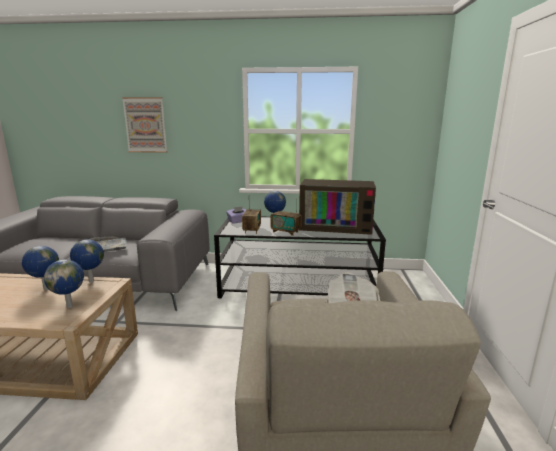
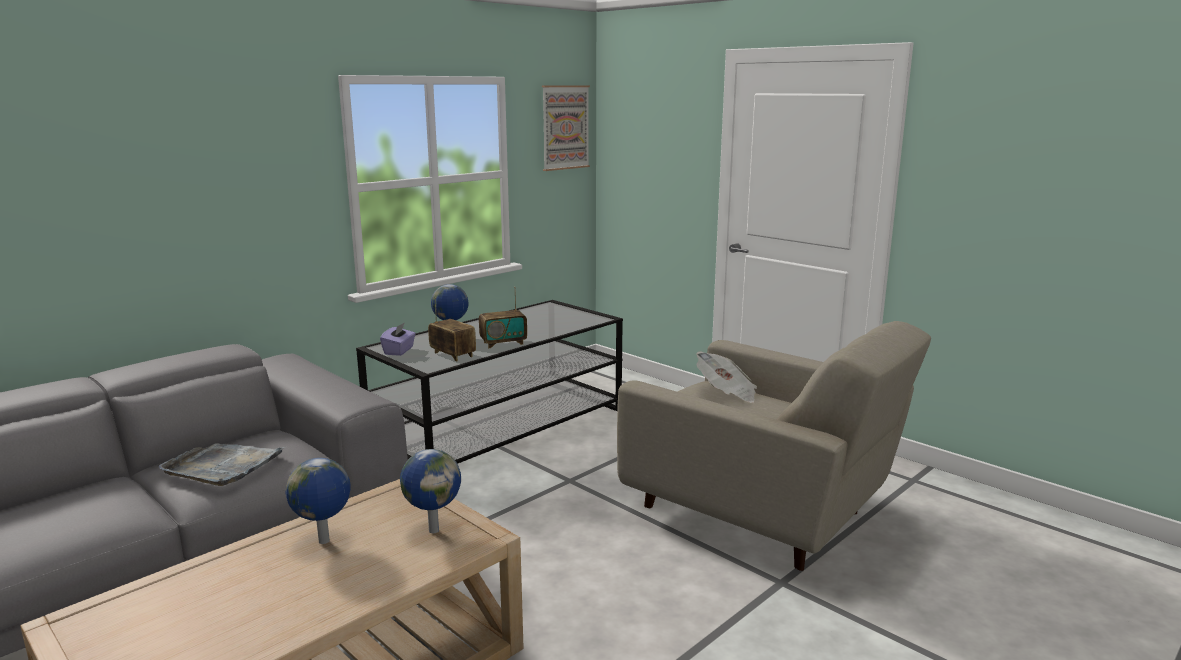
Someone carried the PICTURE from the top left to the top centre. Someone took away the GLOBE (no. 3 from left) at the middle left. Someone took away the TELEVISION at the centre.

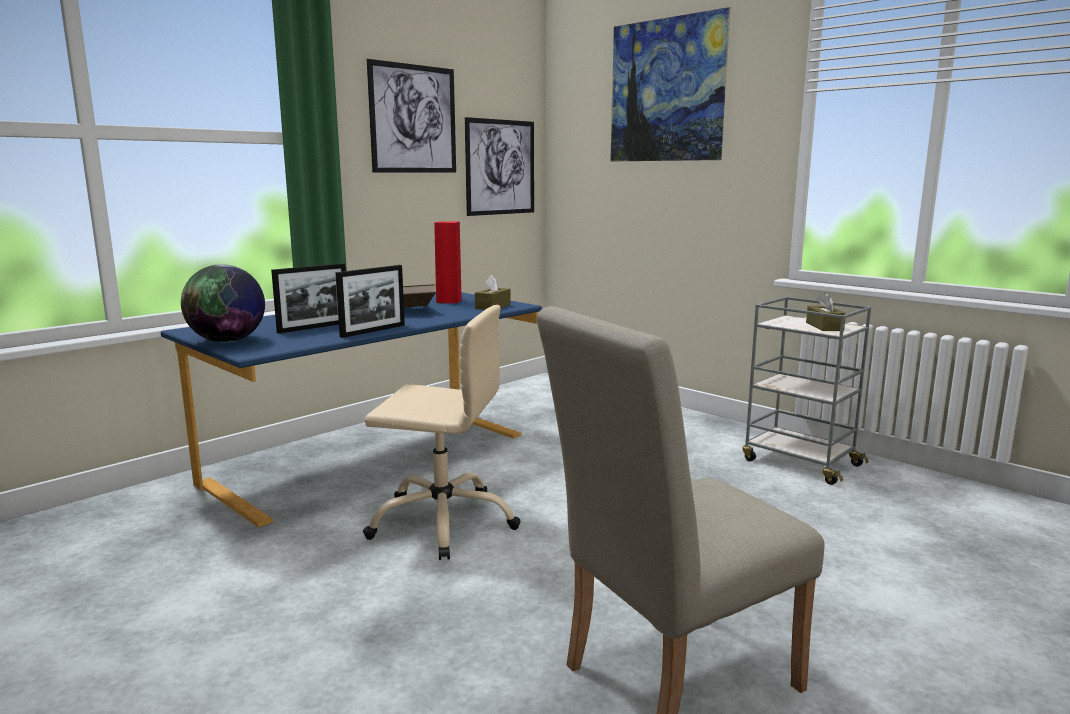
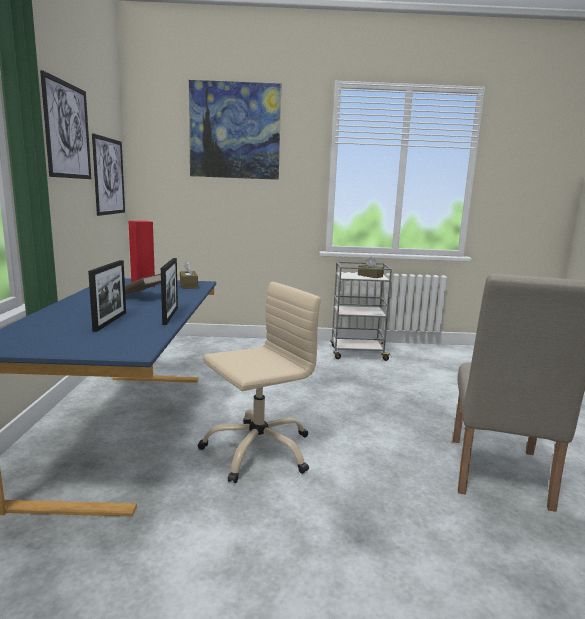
Someone took away the GLOBE at the middle left.

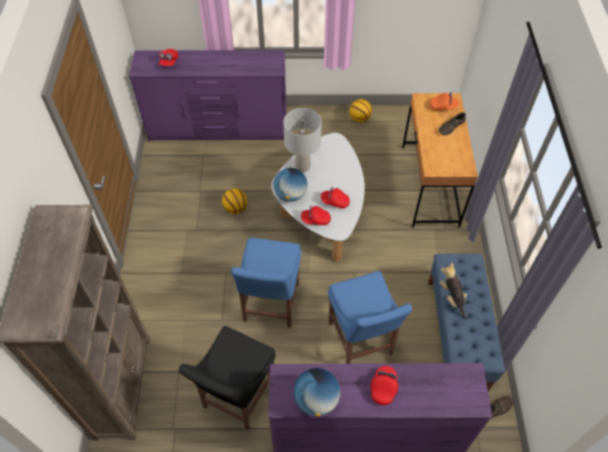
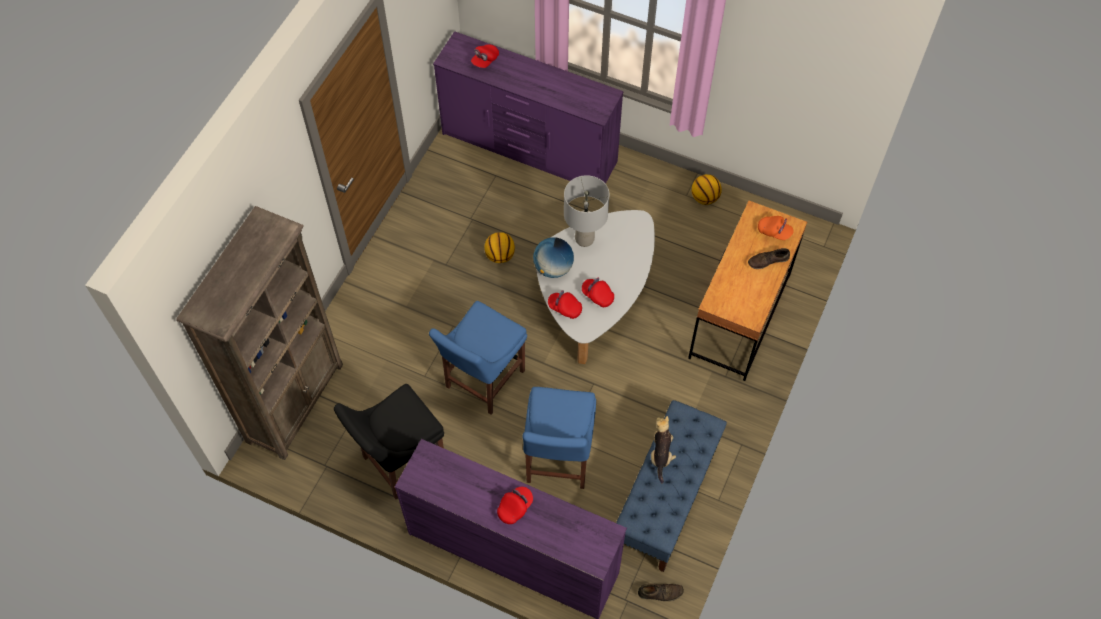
Someone took away the GLOBE (no. 2 from left) at the bottom centre.

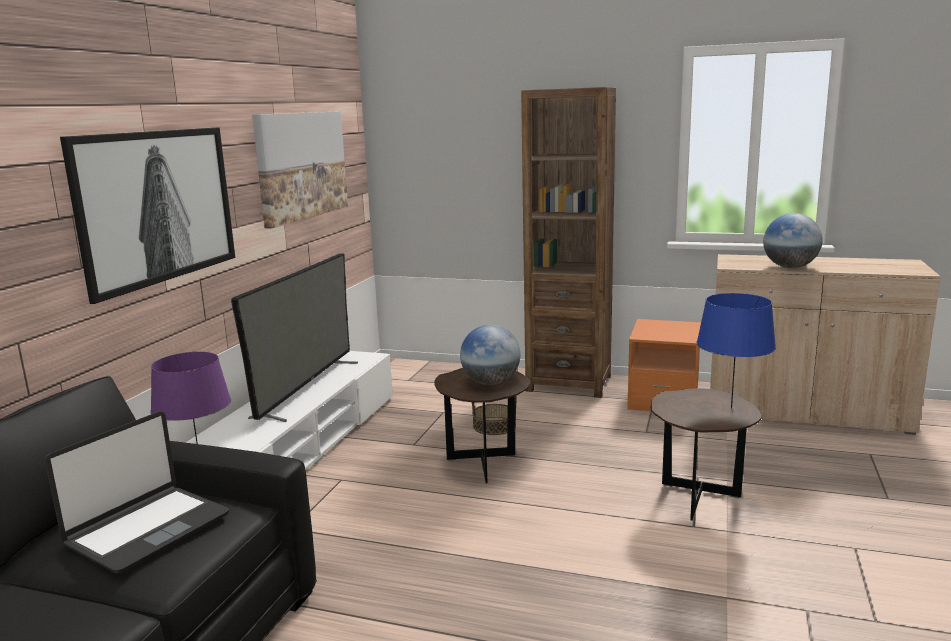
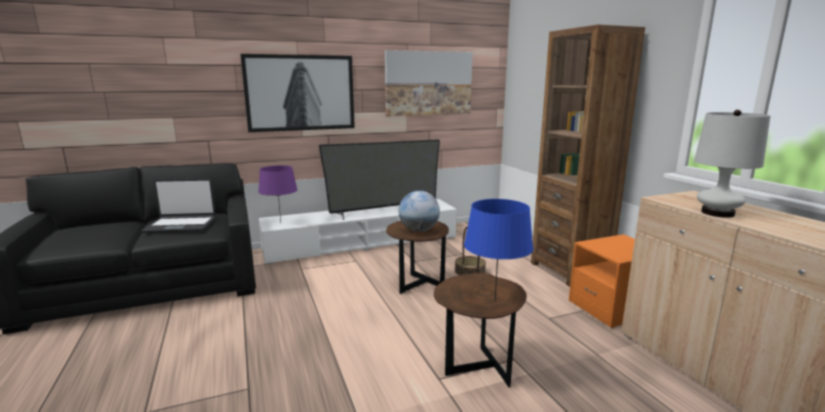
Someone swapped the GLOBE (no. 2 from left) at the middle right for the WHITE TABLE LAMP at the middle right.

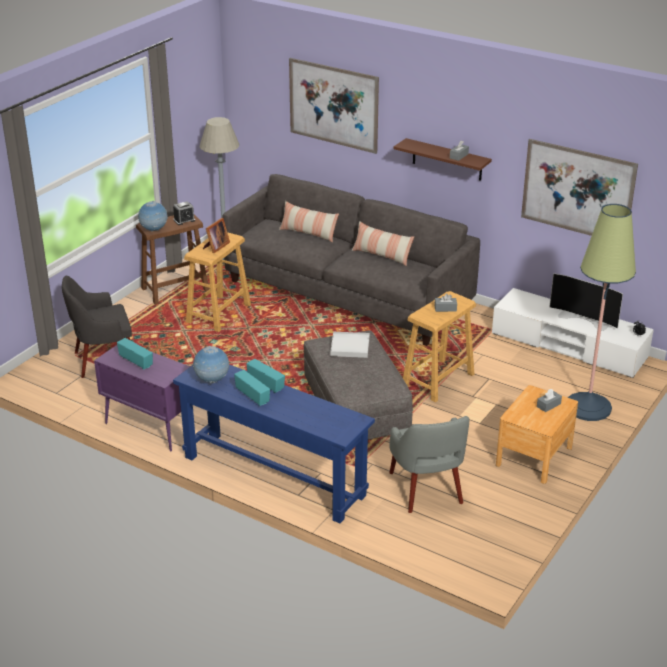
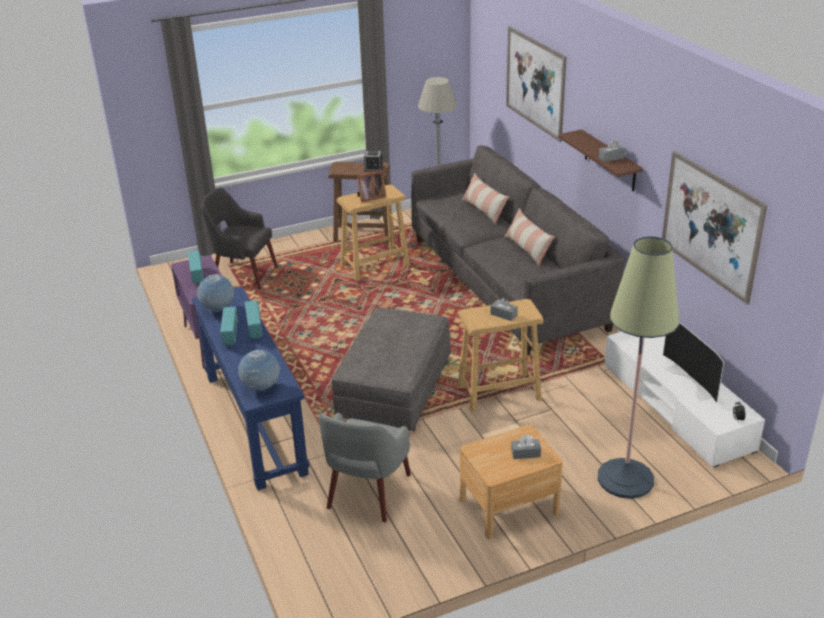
Someone carried the GLOBE (no. 1 from left in the first image) from the top left to the middle left. Someone took away the WHITE TRAY at the centre.

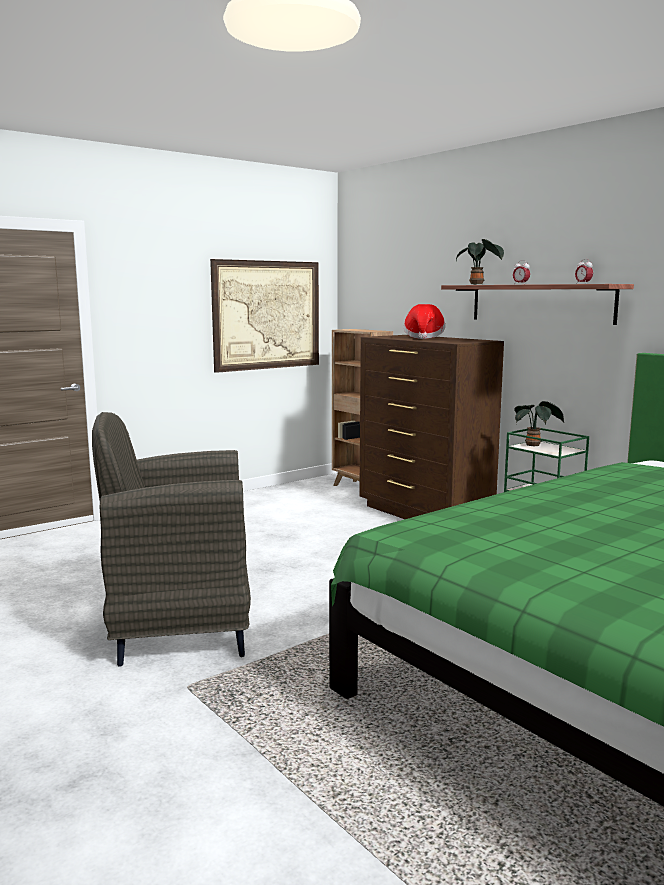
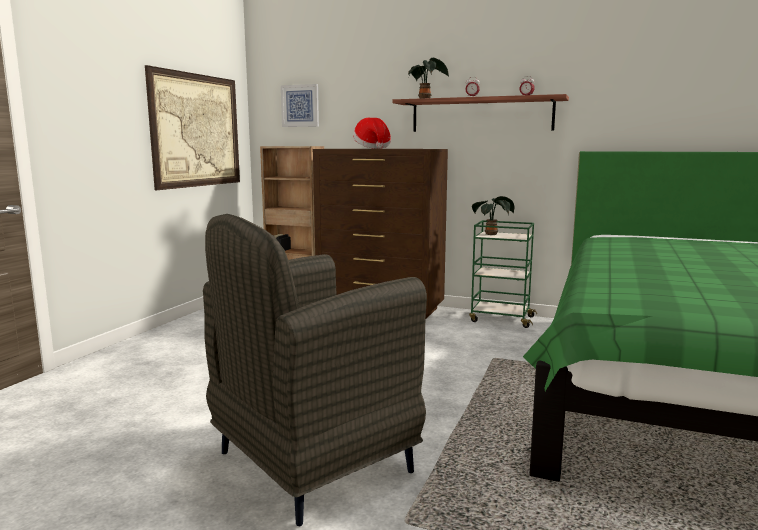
Someone put up the PICTURE (no. 2 from left) at the top centre.

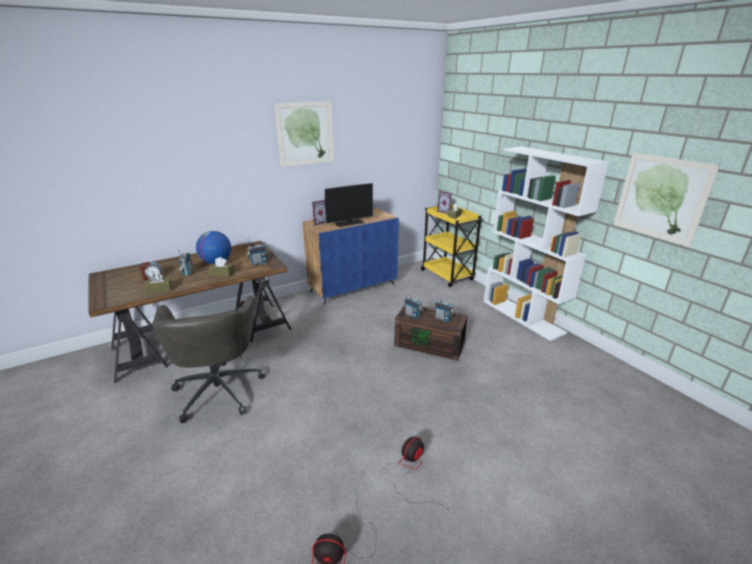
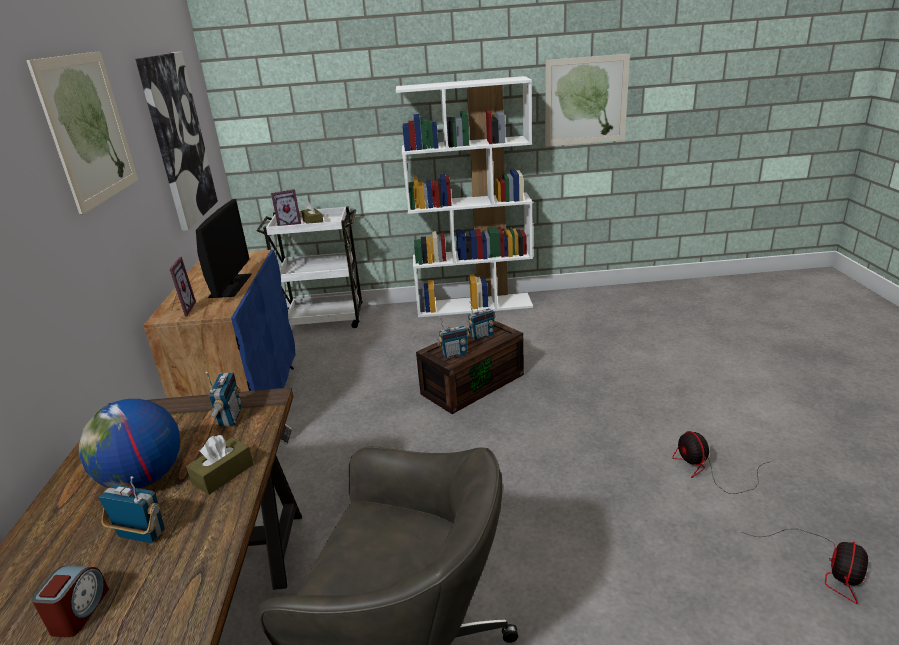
Someone put up the PICTURE (no. 2 from left) at the top left. Someone repainted the YELLOW CART at the centre, which became the WHITE CART at the centre. Someone took away the BROWN TISSUE BOX (no. 1 from left) at the middle left.

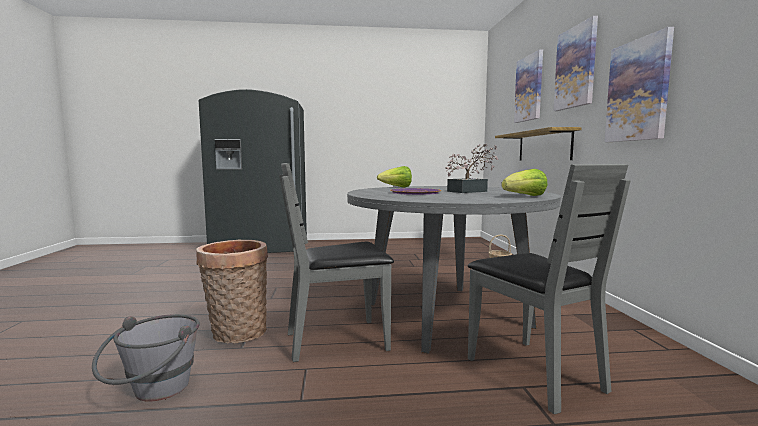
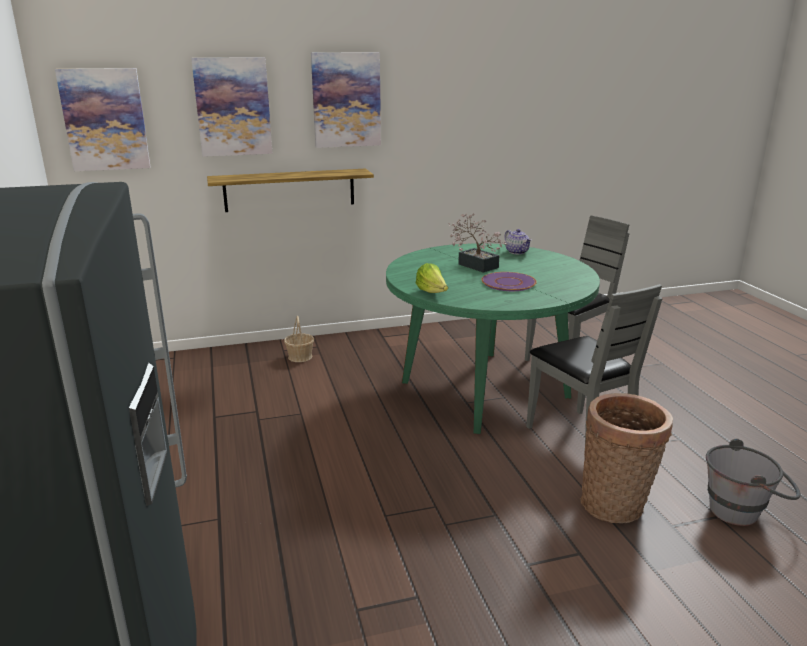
Someone carried the PICTURE (no. 3 from left in the first image) from the top right to the top left. Someone repainted the GREY DINING TABLE at the centre, which became the GREEN DINING TABLE at the centre. Someone swapped the LETTUCE (no. 2 from left) at the middle right for the TEAPOT at the centre.

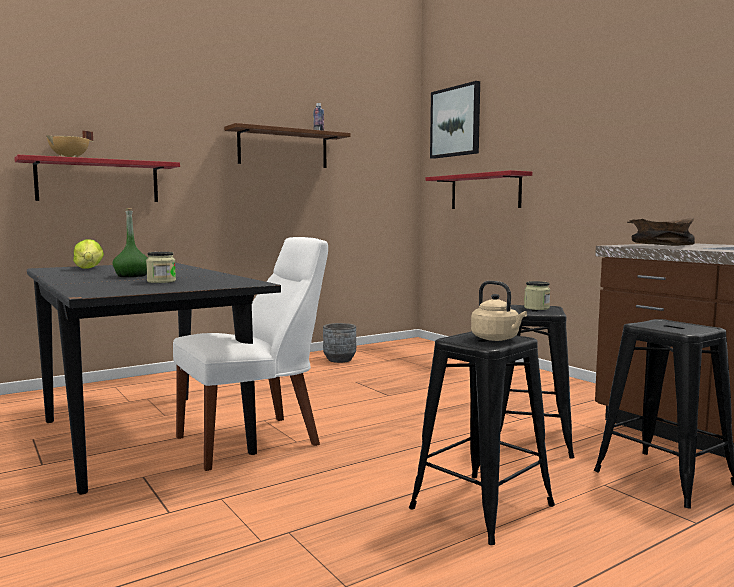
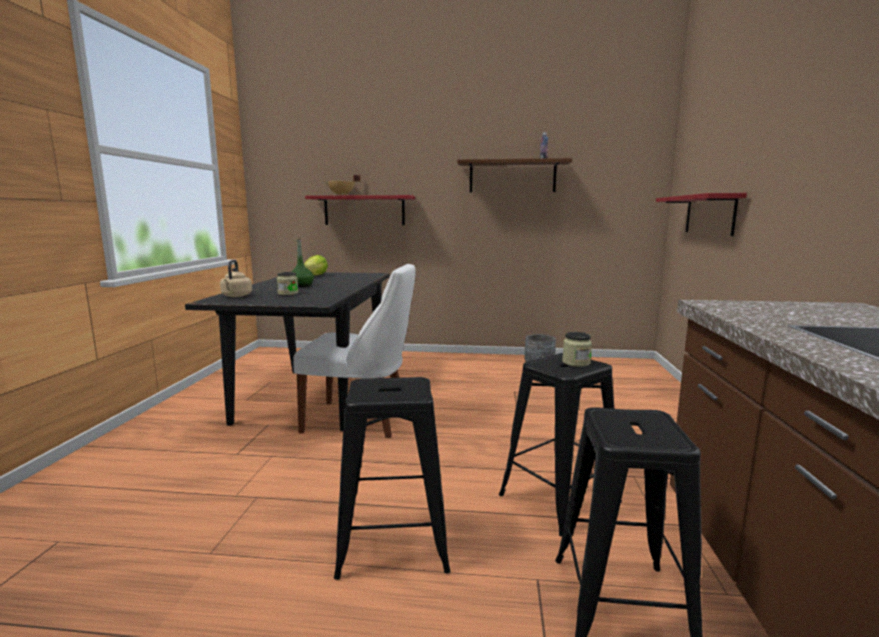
Someone carried the BEIGE KETTLE from the middle right to the middle left. Someone took away the PICTURE at the top centre. Someone took away the BROWN BOWL at the middle right.

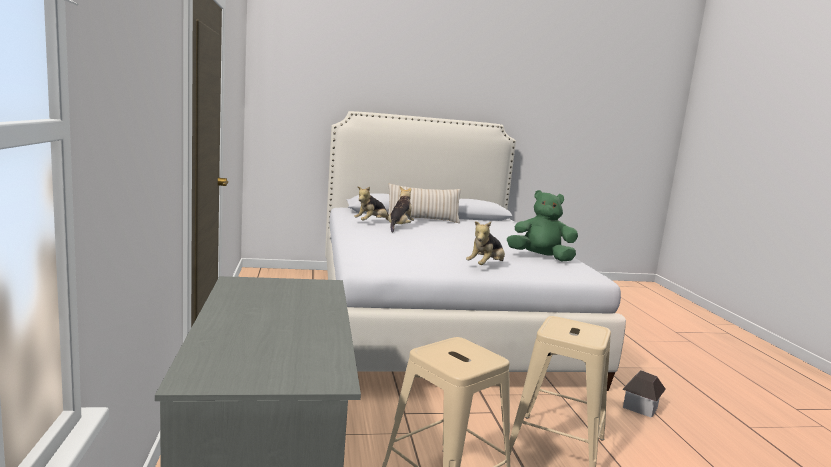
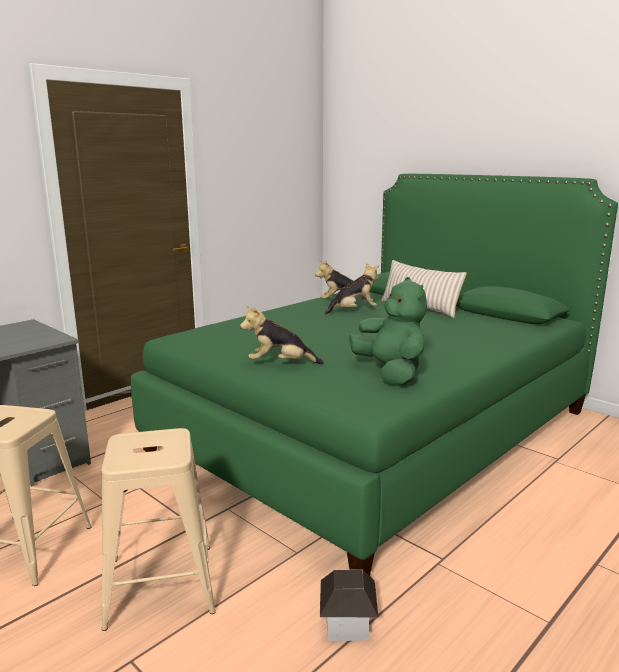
Someone repainted the WHITE BED at the centre, which became the GREEN BED at the centre.

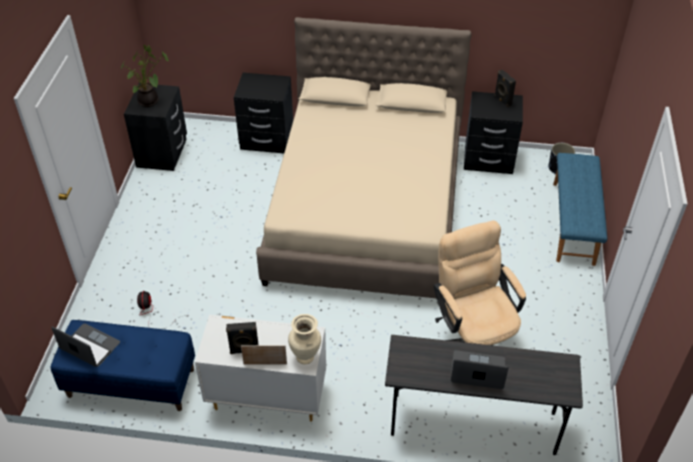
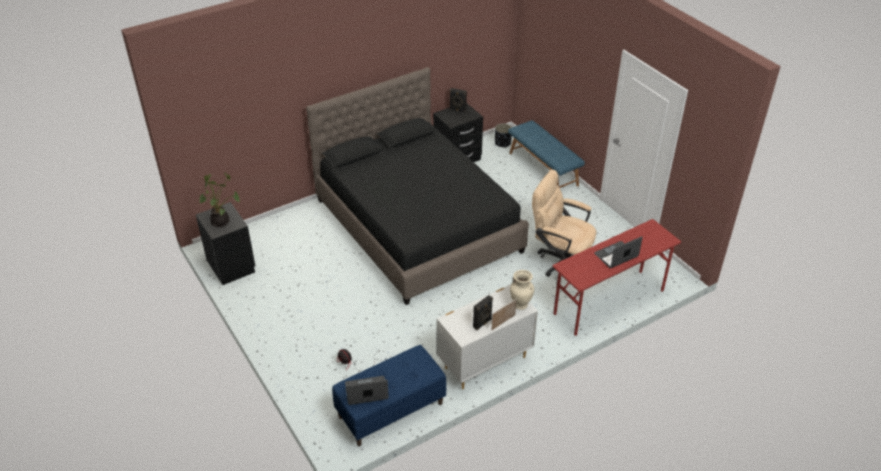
Someone repainted the BEIGE BED at the centre, which became the BLACK BED at the centre. Someone repainted the GREY DESK at the bottom right, which became the RED DESK at the middle right. Someone took away the BLACK NIGHTSTAND (no. 2 from left) at the top centre.

